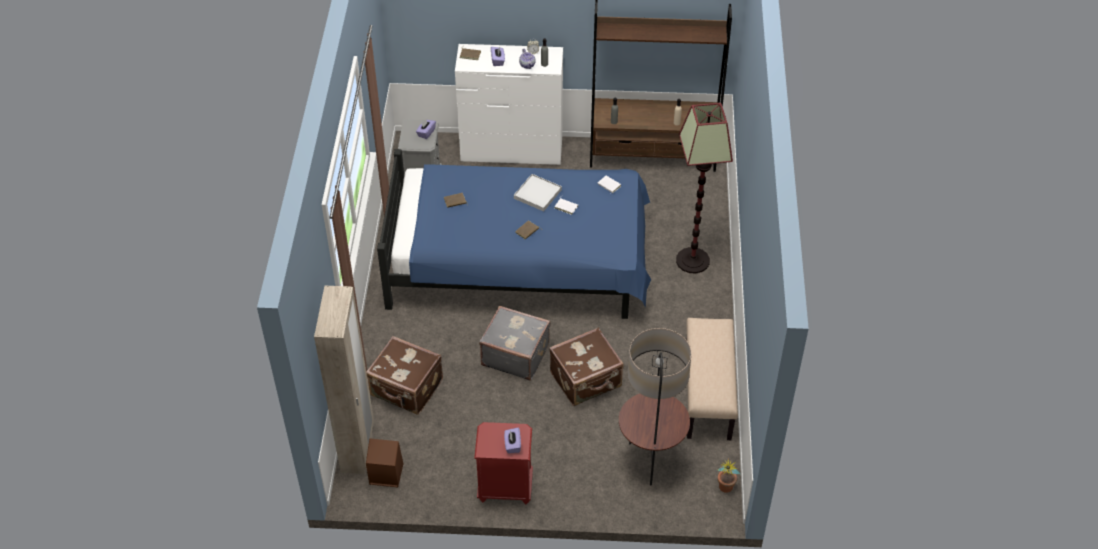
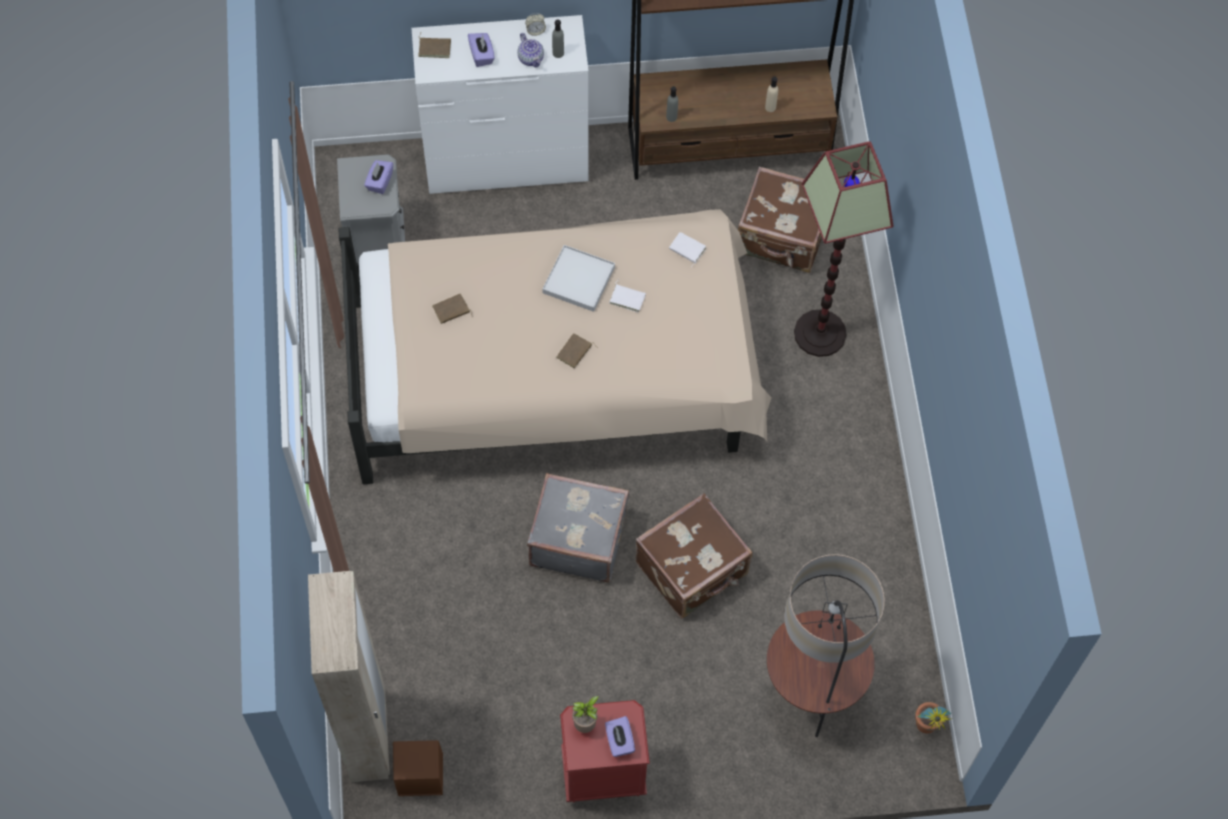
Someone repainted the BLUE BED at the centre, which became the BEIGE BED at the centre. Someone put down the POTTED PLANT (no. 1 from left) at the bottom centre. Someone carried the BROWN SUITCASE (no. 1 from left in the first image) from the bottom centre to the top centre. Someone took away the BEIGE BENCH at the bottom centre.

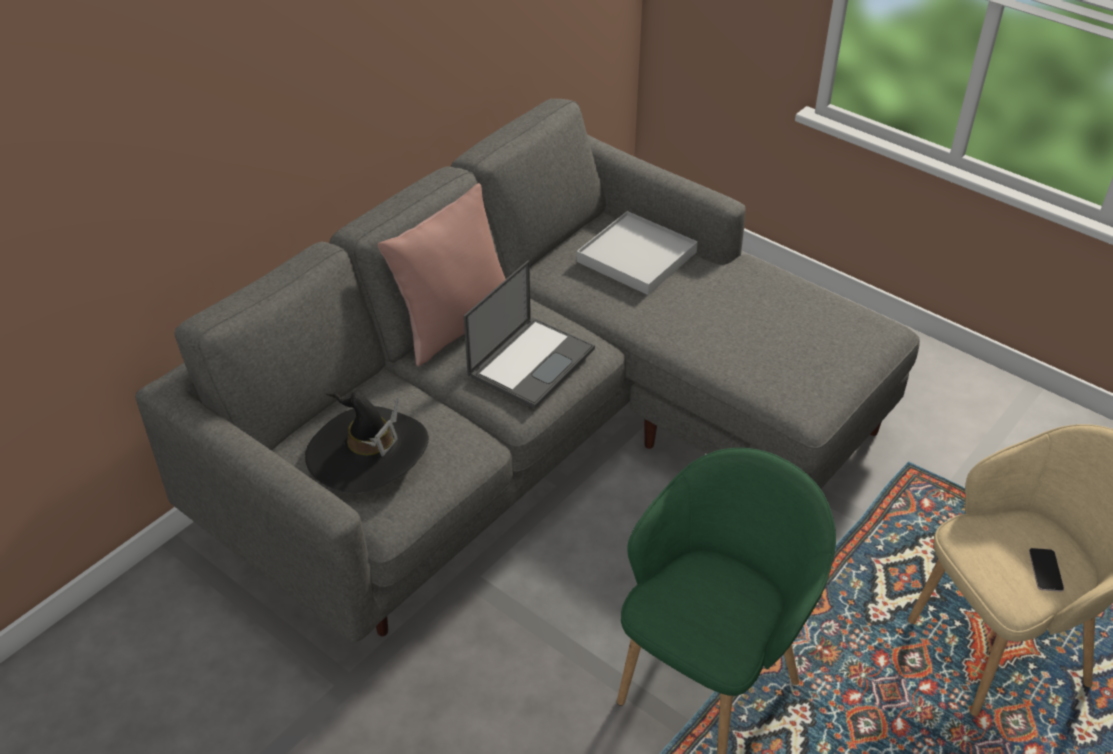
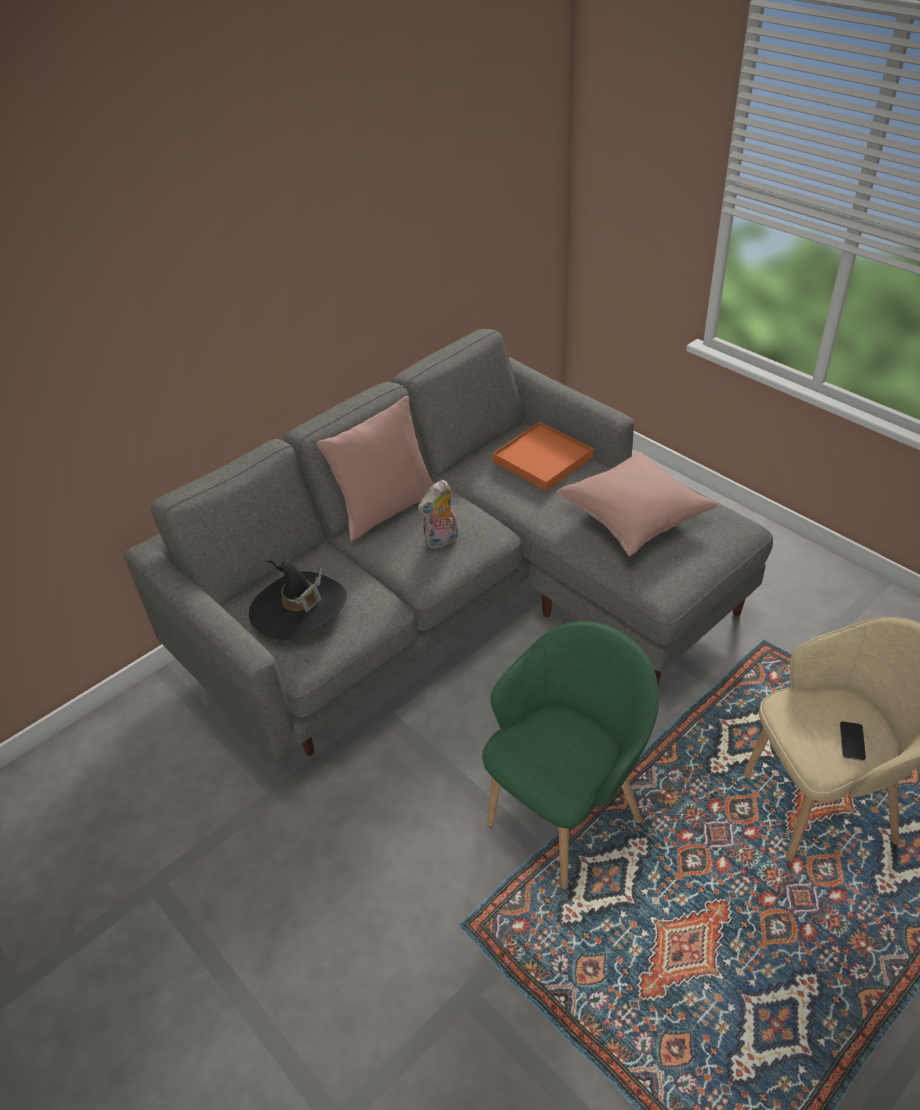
Someone swapped the LAPTOP at the centre for the PLUSH TOY at the centre. Someone repainted the WHITE TRAY at the centre, which became the ORANGE TRAY at the centre. Someone put down the PINK PILLOW (no. 2 from left) at the middle right.

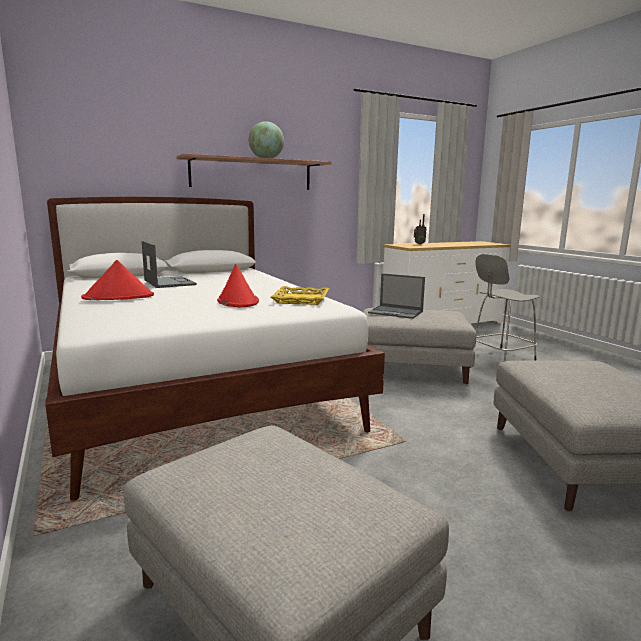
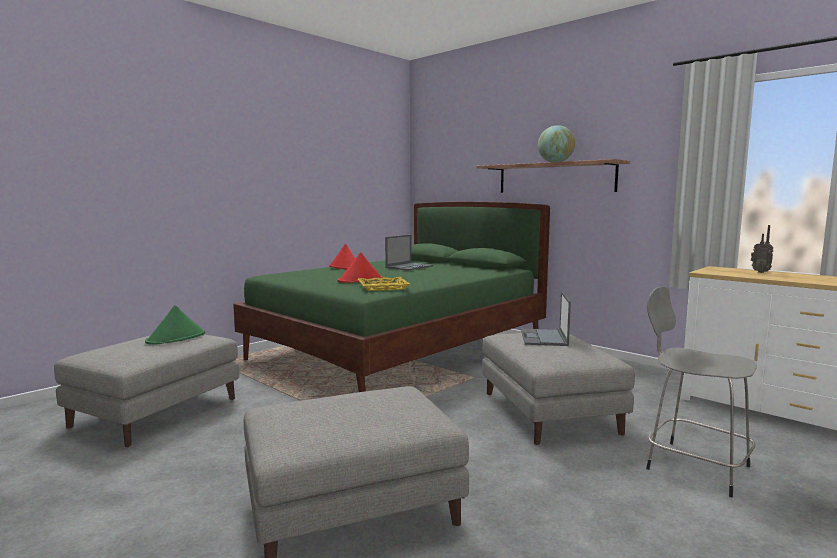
Someone put down the GREEN HAT at the middle left. Someone repainted the WHITE BED at the centre, which became the GREEN BED at the centre.

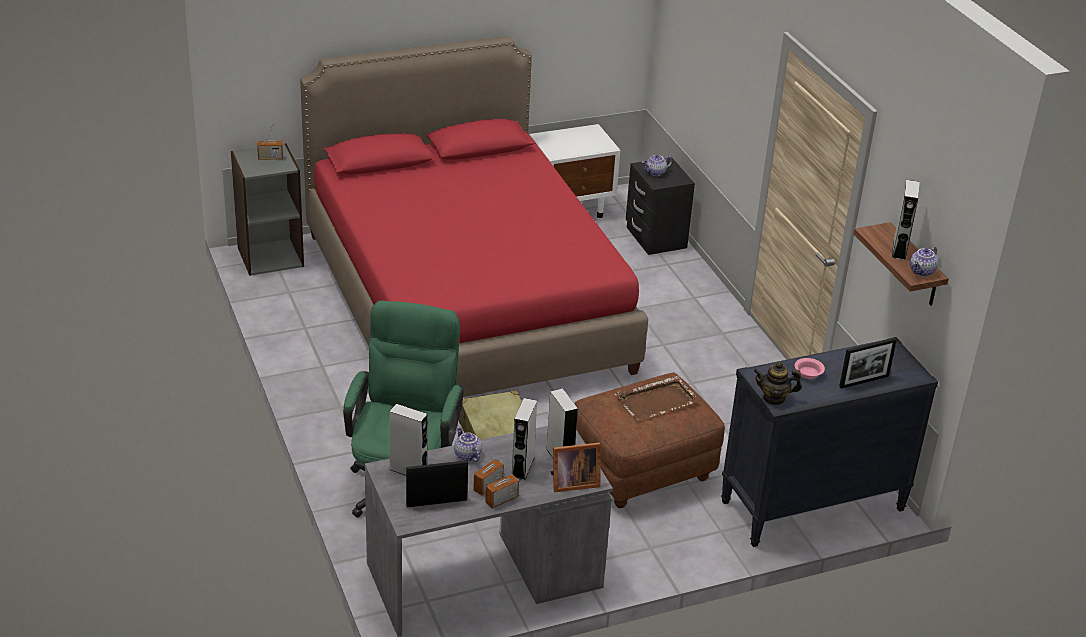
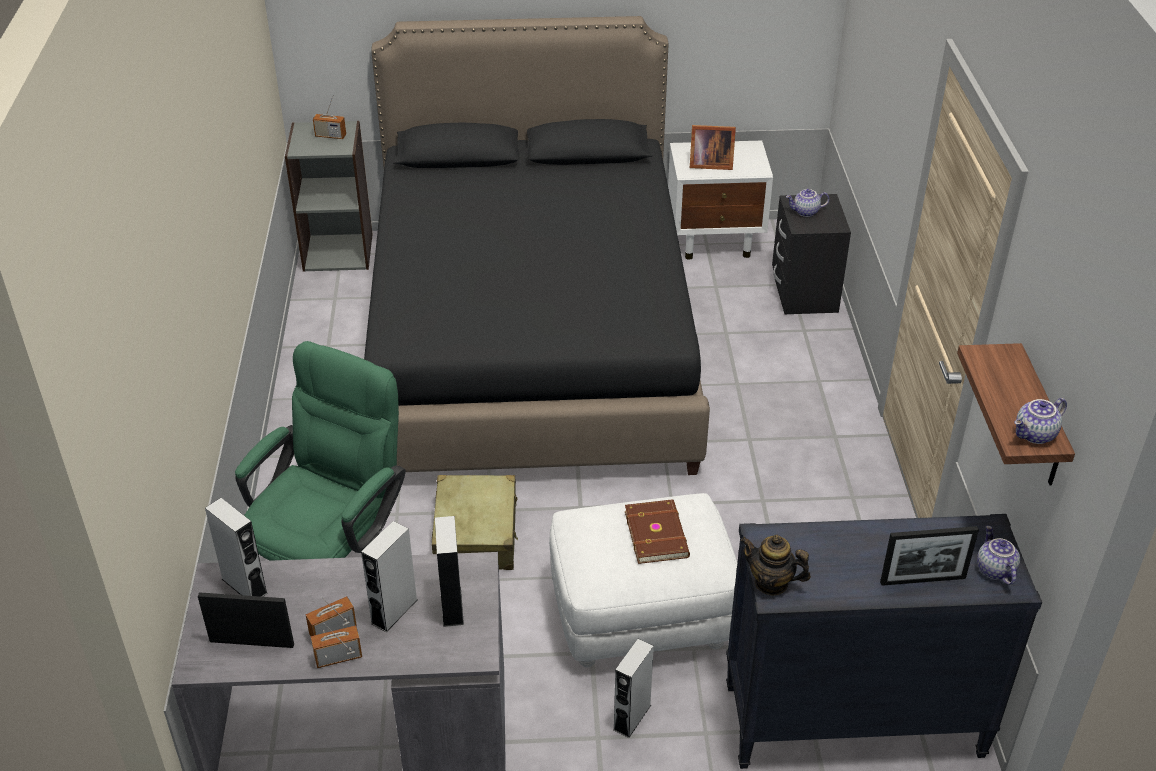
Someone repainted the RED BED at the centre, which became the BLACK BED at the top centre. Someone repainted the BROWN OTTOMAN at the bottom centre, which became the WHITE OTTOMAN at the bottom centre. Someone carried the GREY SPEAKER (no. 4 from left) from the middle right to the bottom centre. Someone swapped the BROWN TRAY at the centre for the BROWN BOOK at the bottom centre. Someone carried the PICTURE FRAME (no. 2 from left) from the bottom centre to the top centre. Someone carried the TEAPOT (no. 1 from left in the first image) from the bottom centre to the bottom right. Someone took away the PINK BOWL at the middle right.

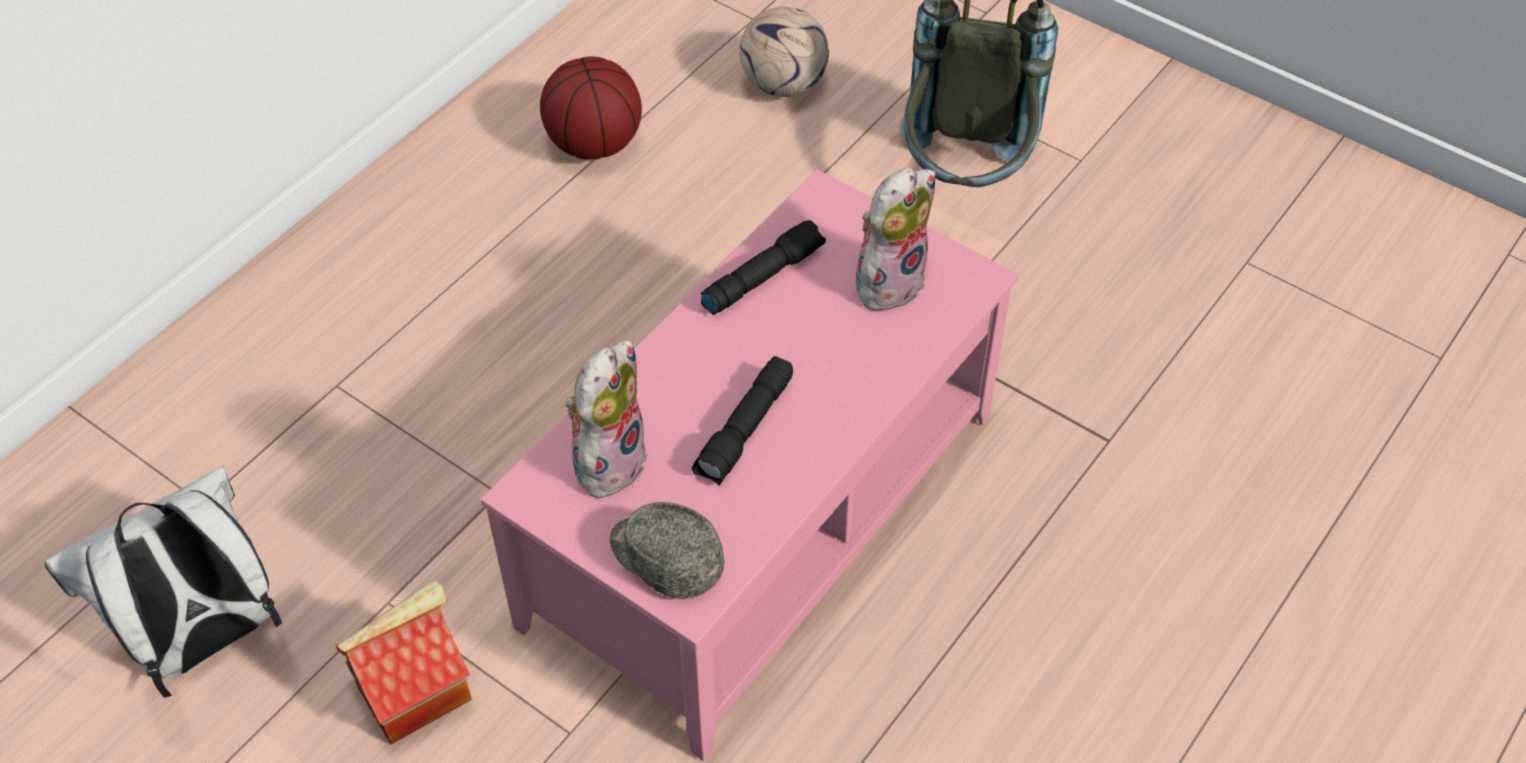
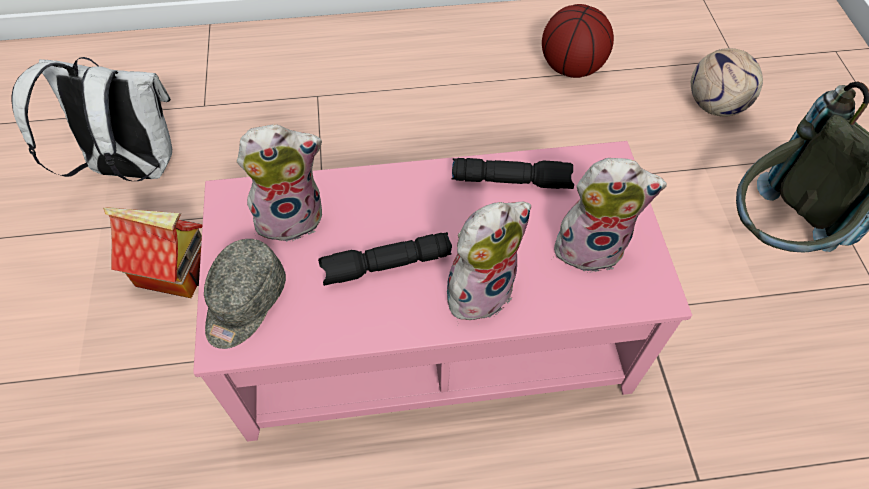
Someone rotated the GREY CAP at the bottom centre by 150 degrees counterclockwise. Someone put down the PLUSH TOY (no. 2 from left) at the centre.

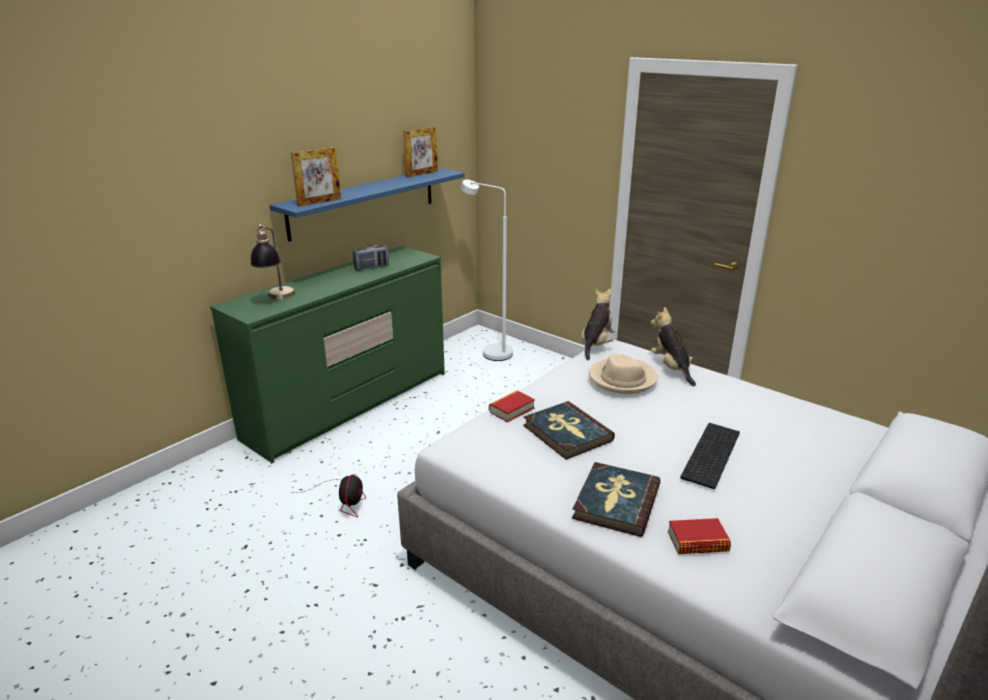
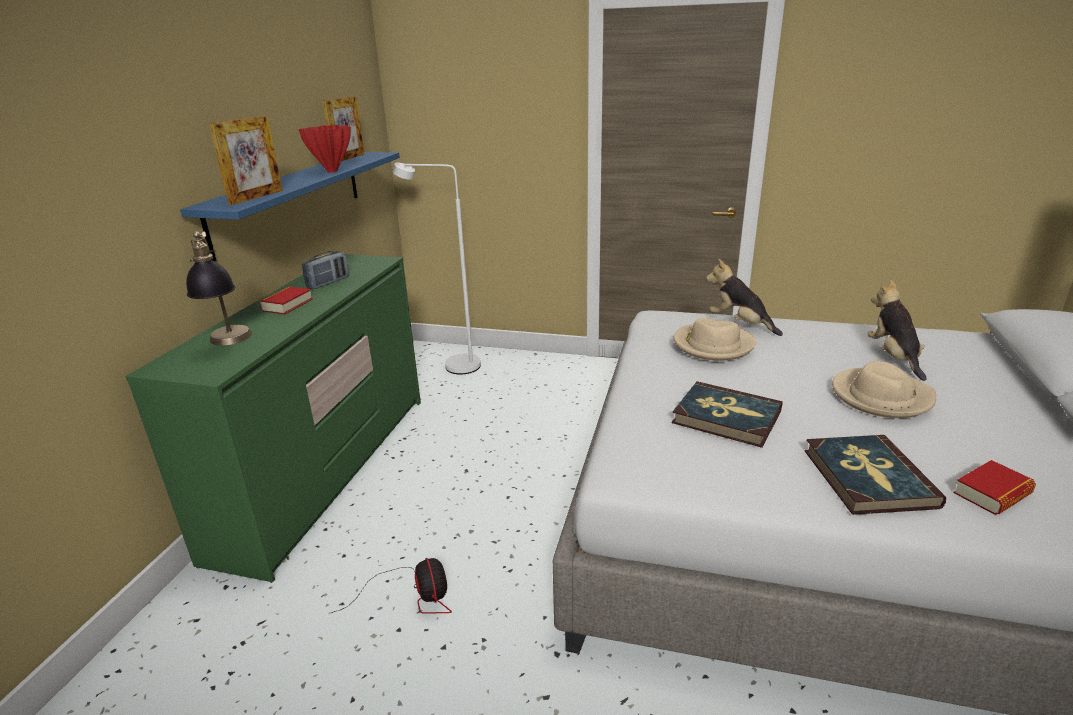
Someone carried the BOOK (no. 1 from left) from the centre to the middle left. Someone put down the RED VASE at the top left. Someone swapped the KEYBOARD at the middle right for the BEIGE HAT (no. 2 from left) at the middle right. Someone carried the PLUSH TOY (no. 1 from left in the first image) from the centre to the middle right.

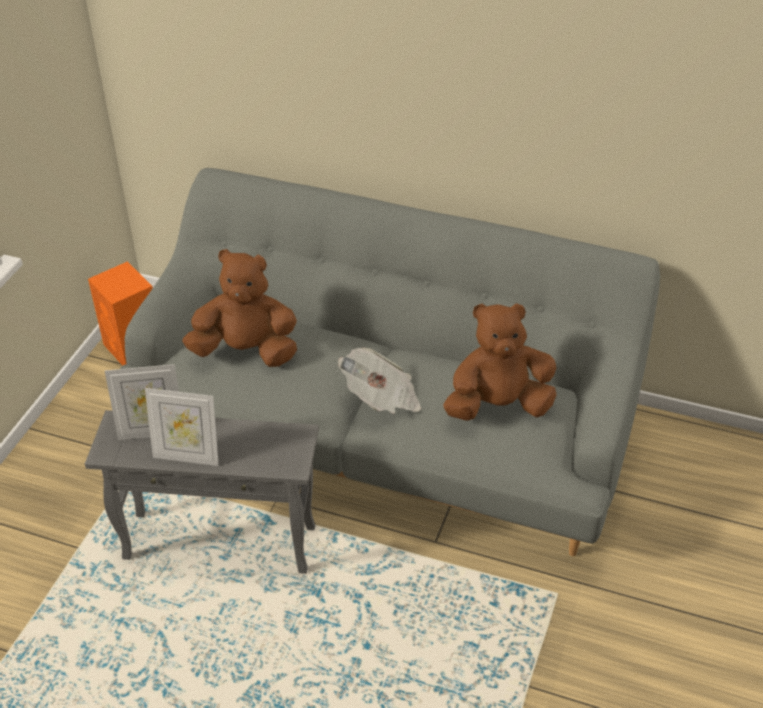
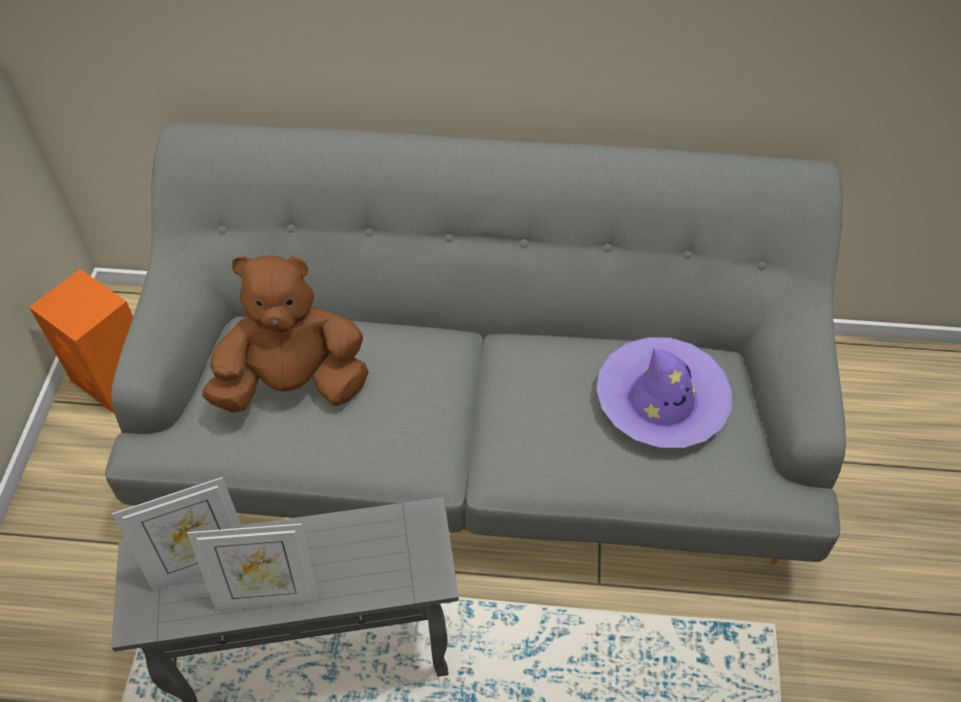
Someone swapped the BROWN PLUSH TOY (no. 2 from left) at the centre for the PURPLE HAT at the middle right. Someone took away the NEWSPAPER at the centre.

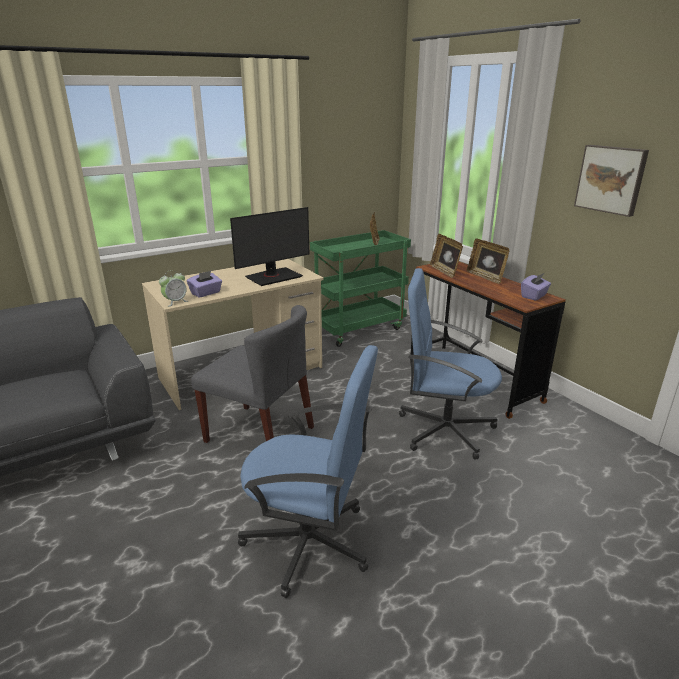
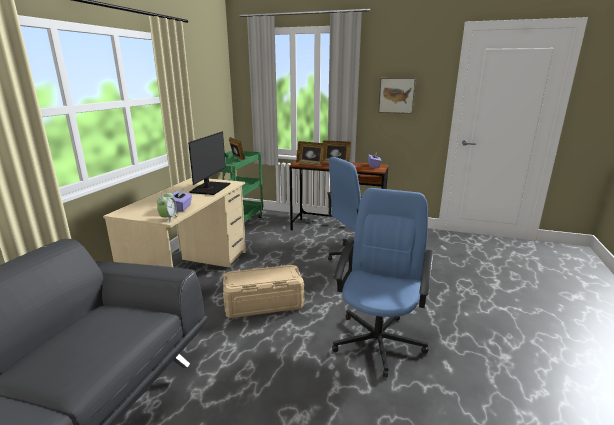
Someone swapped the GREY CHAIR at the centre for the BEIGE STORAGE BOX at the bottom centre. Someone rotated the BLUE OFFICE CHAIR (no. 1 from left in the first image) at the bottom centre by 45 degrees counterclockwise.

